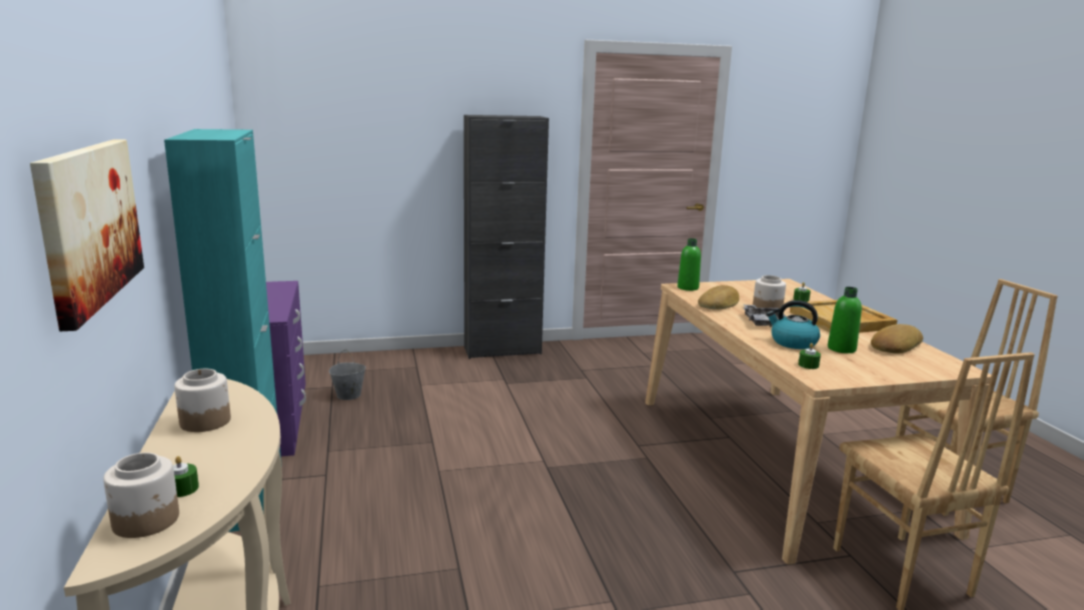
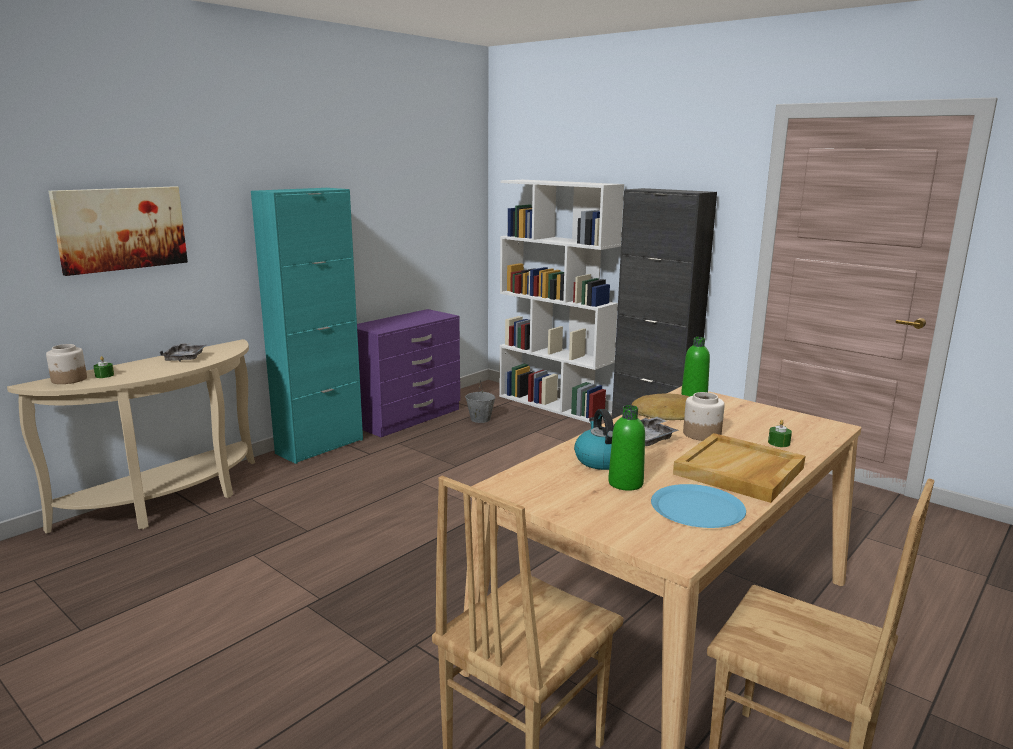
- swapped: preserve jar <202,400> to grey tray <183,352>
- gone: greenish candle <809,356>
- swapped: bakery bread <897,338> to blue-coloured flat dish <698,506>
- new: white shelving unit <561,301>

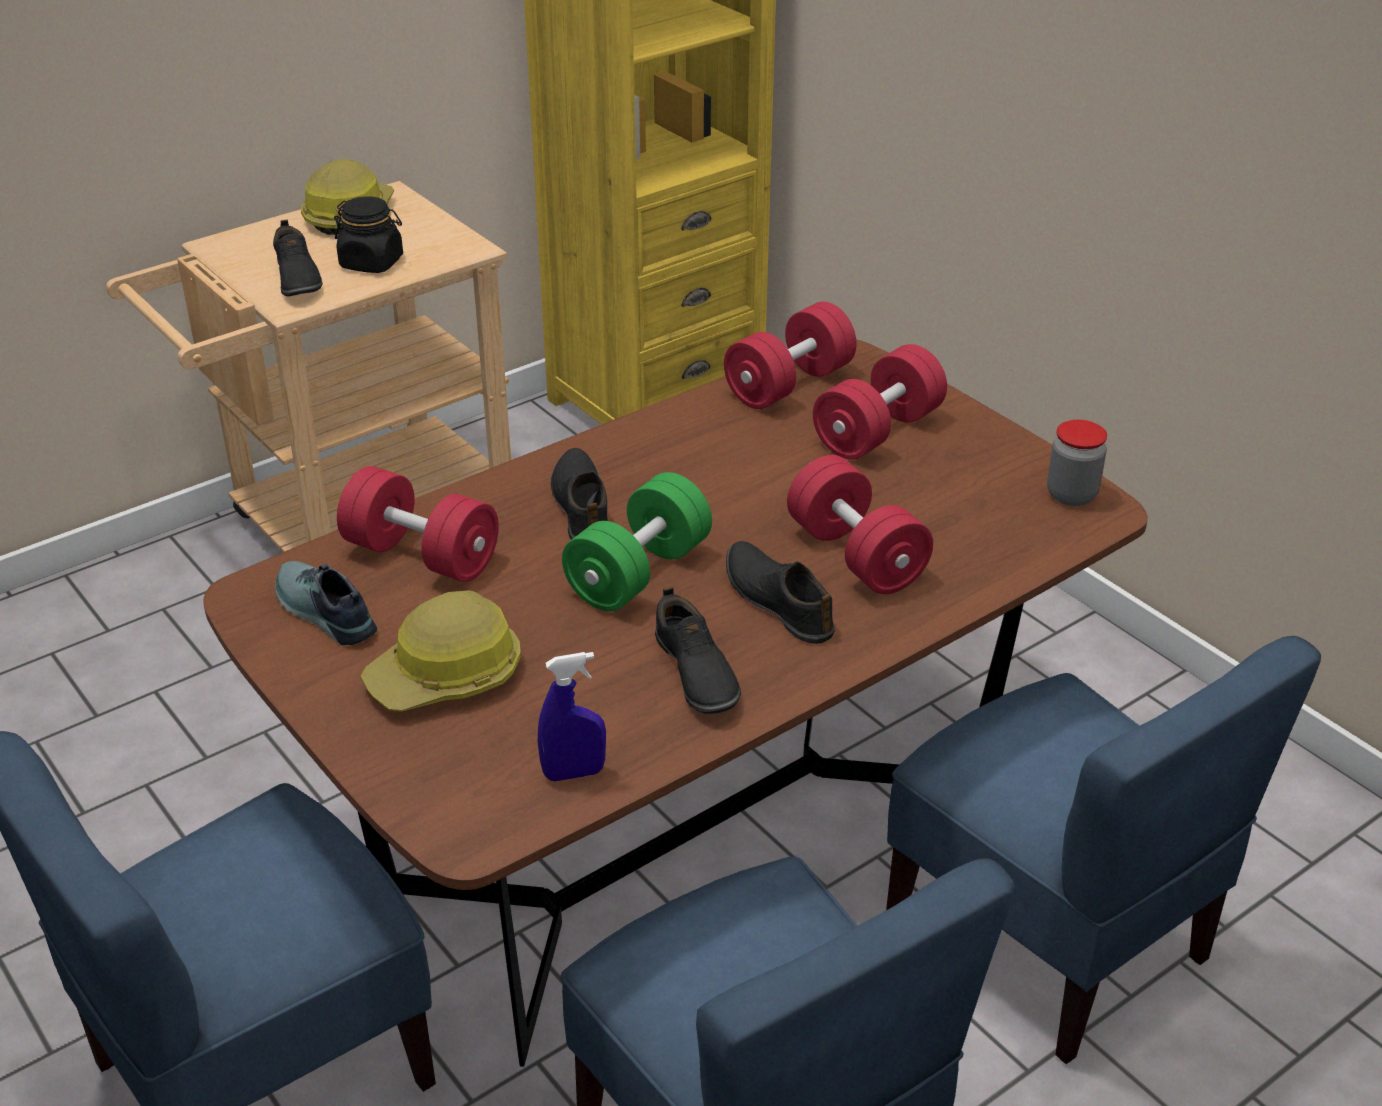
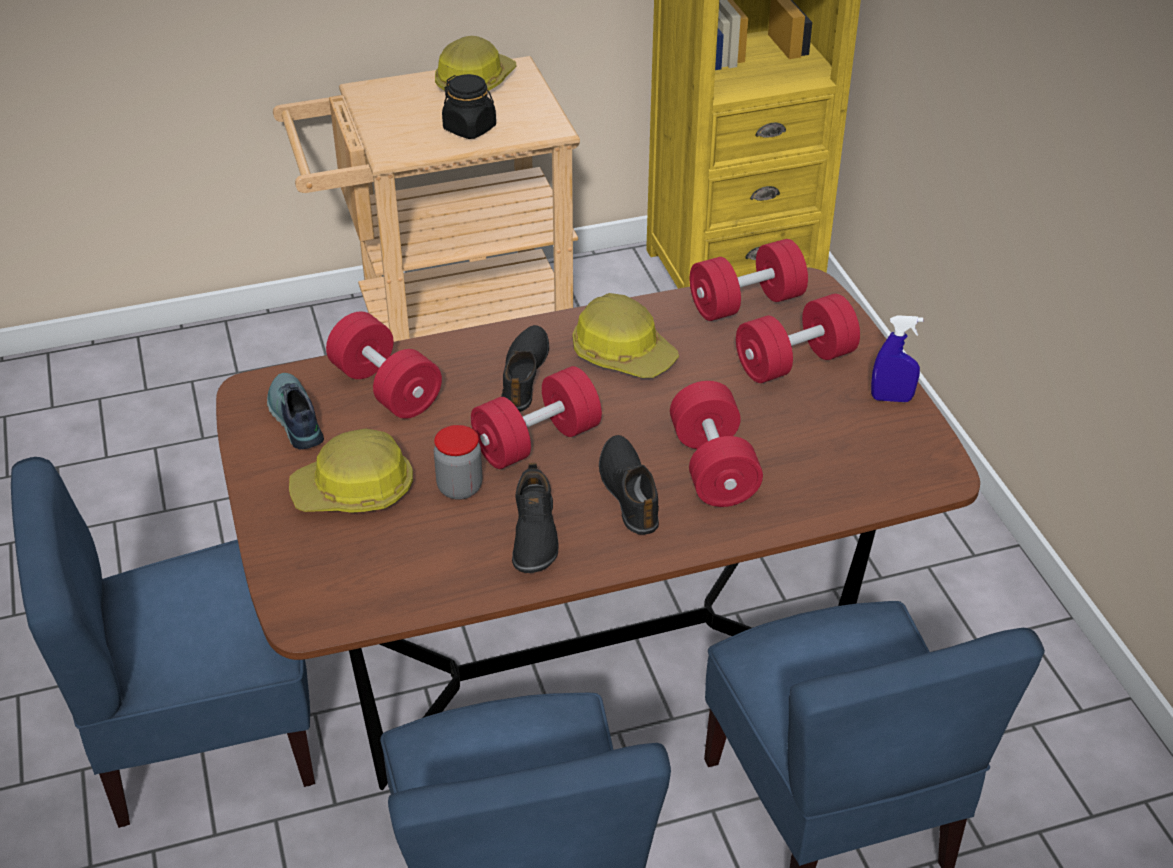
- gone: blackish low shoe <298,258>
- shifted: blue-coloured spray bottle <571,716> to <897,358>
- repainted: greenish dumbbell <637,541> to reddish dumbbell <536,417>
- shifted: preserve jar <1077,463> to <458,462>
- new: work helmet <626,335>

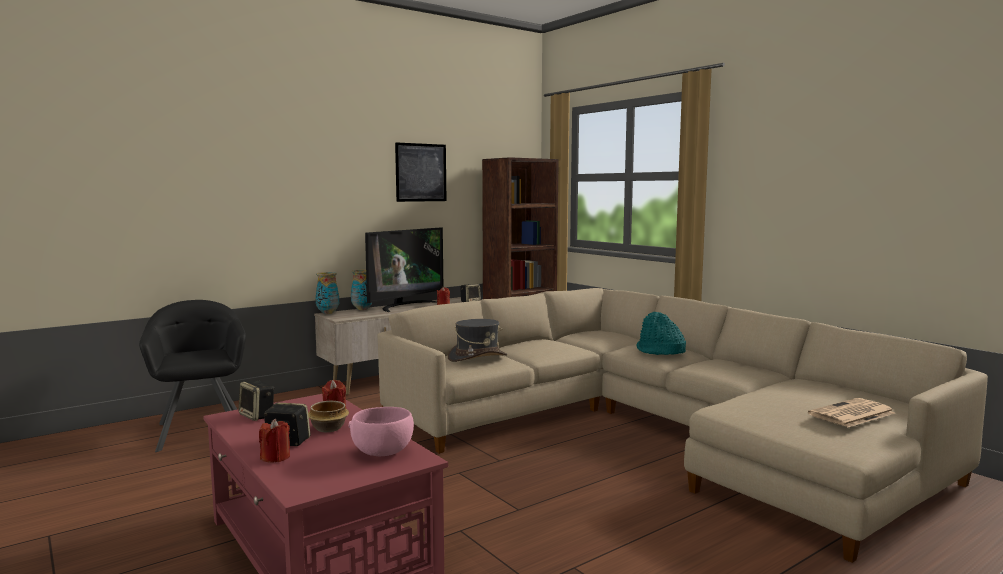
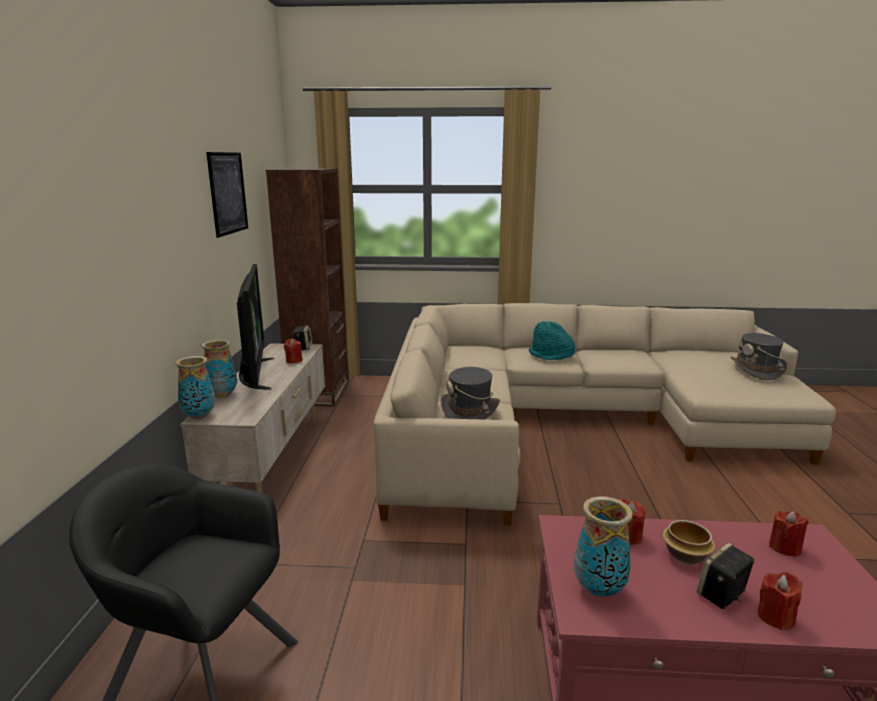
- swapped: speaker <256,401> to flower vase <603,547>
- swapped: pinkish bowl <381,431> to reddish candle <789,534>
- swapped: daily paper <851,412> to grey hat <759,356>

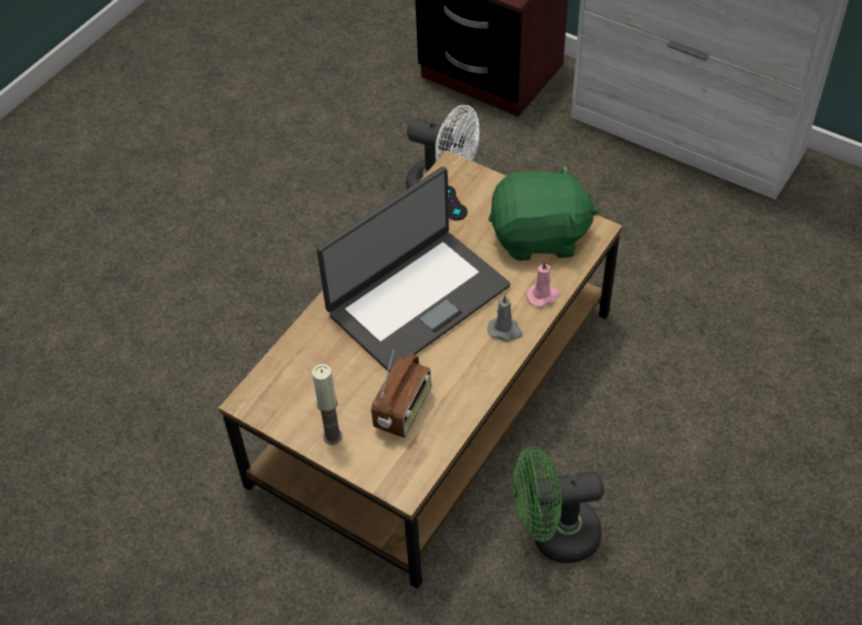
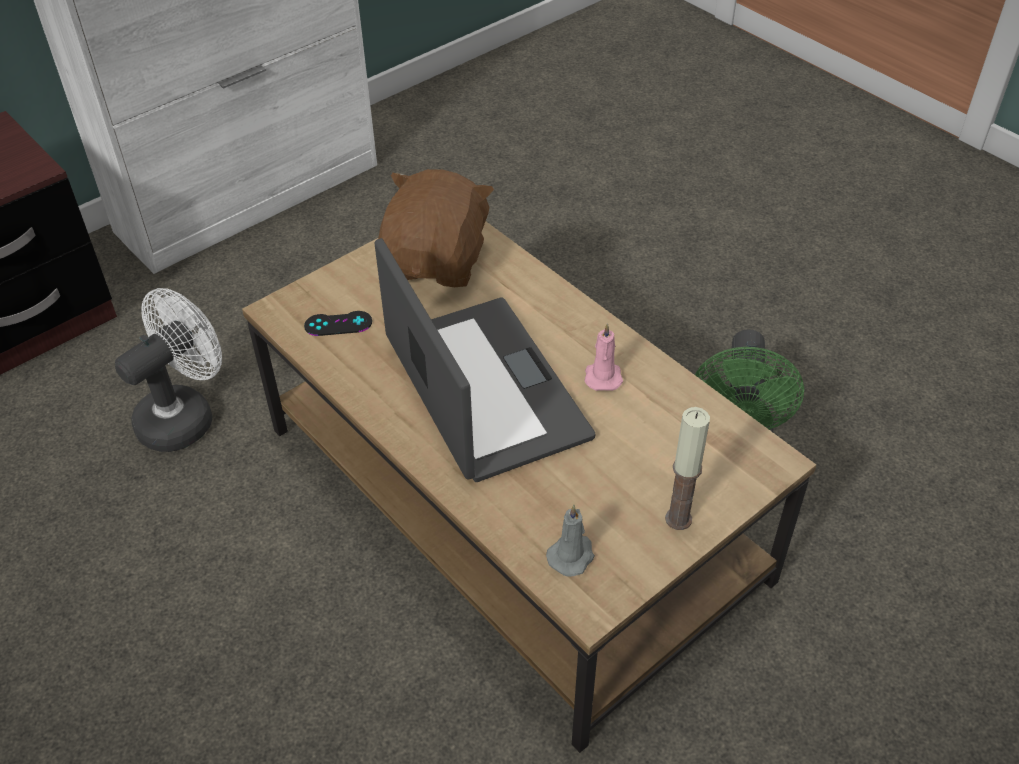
- gone: radio receiver <401,394>
- shifted: grey candle <504,317> to <570,541>
- repainted: greenish cuddly toy <543,212> to brownish cuddly toy <436,228>
- shifted: pinkish candle <543,284> to <604,357>

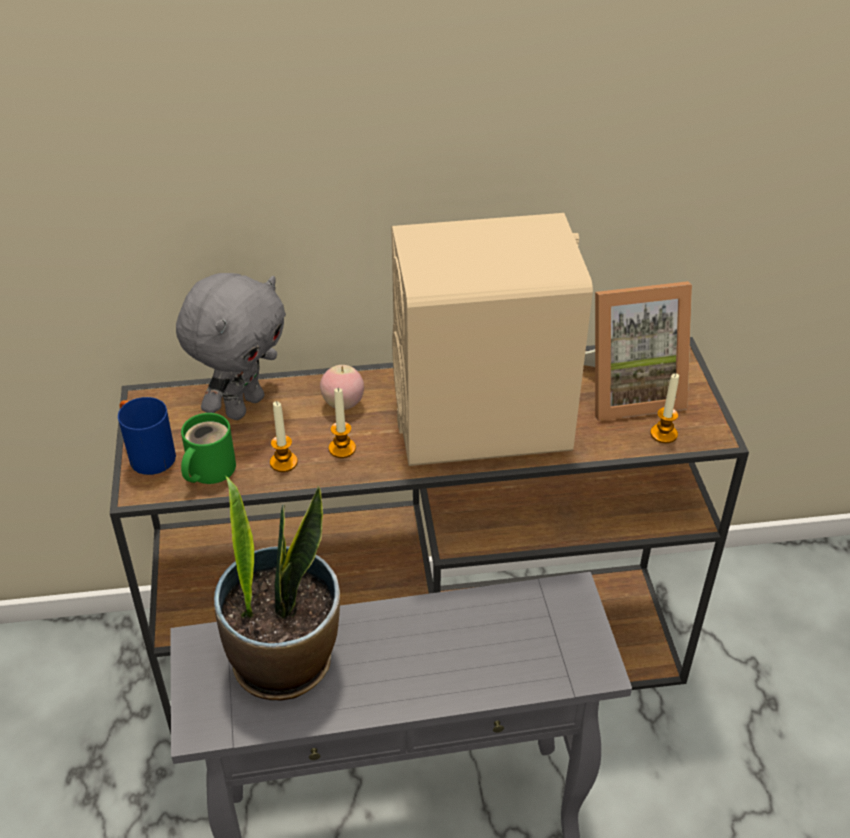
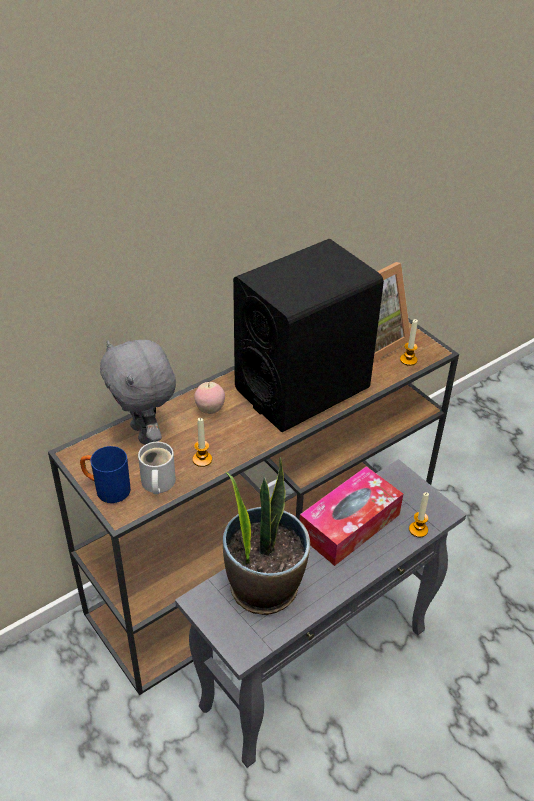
- rotated: grey cuddly toy <231,346> = <138,392> 150 degrees clockwise
- repainted: greenish mug <208,448> to white mug <157,468>
- shifted: candle <342,423> to <419,514>
- repainted: beige-coloured speaker <492,339> to blackish speaker <308,335>
- new: tissue box <351,516>

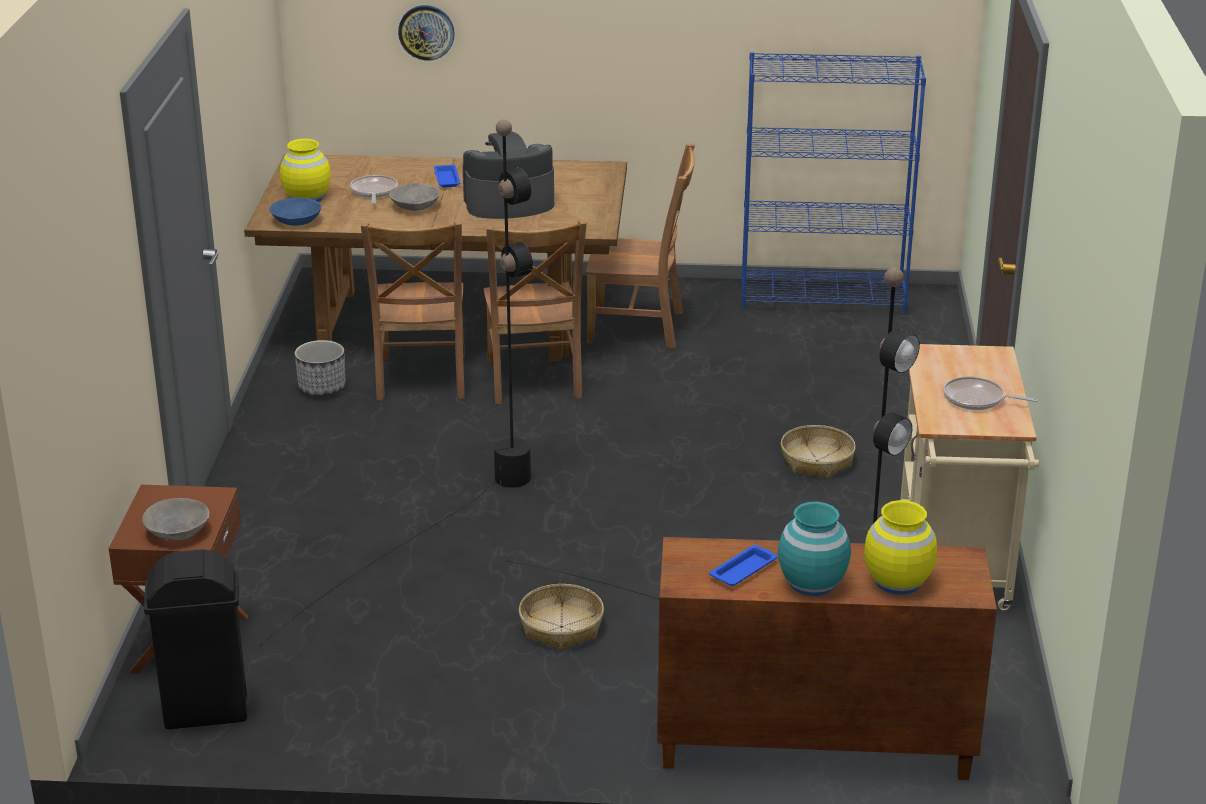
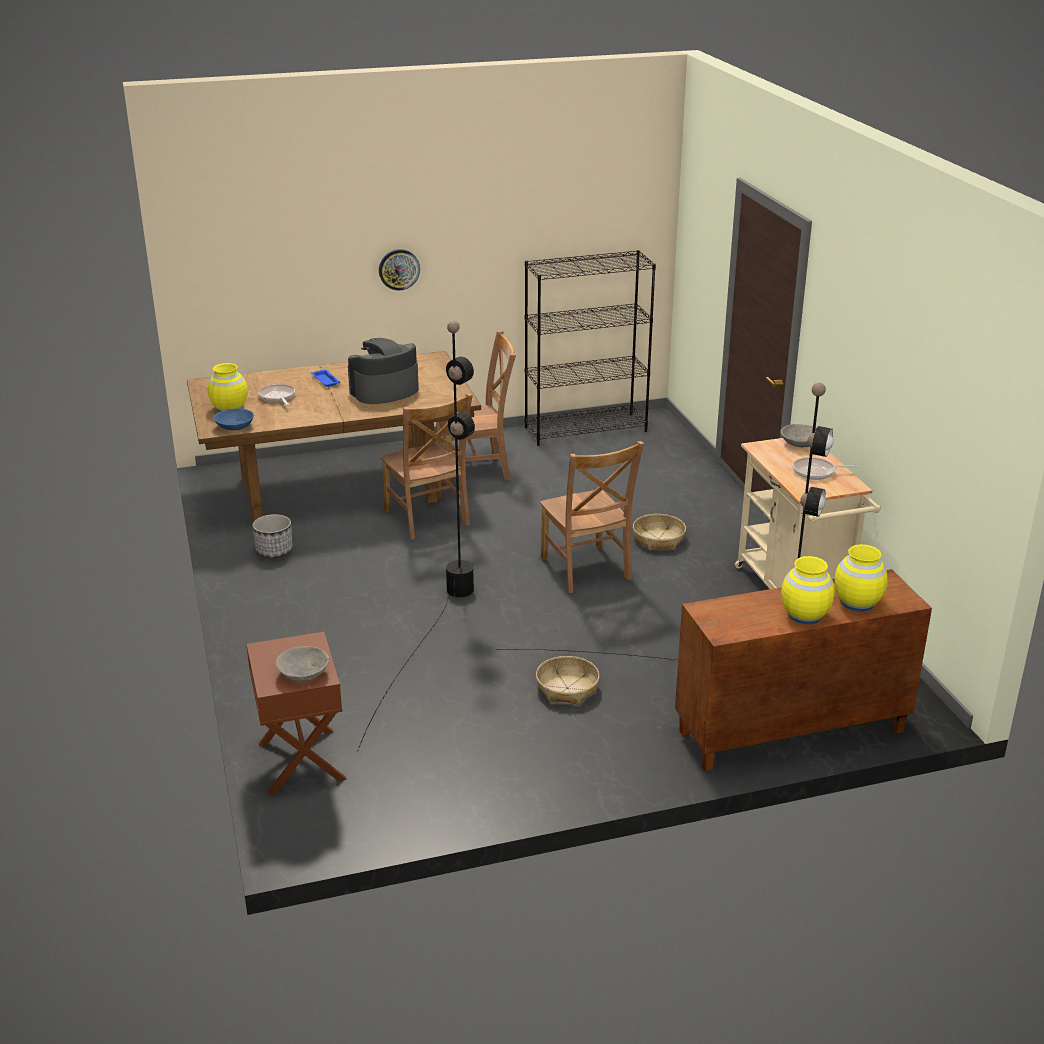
- gone: blackish rubbish bin <195,639>
- shifted: brownish chair <413,311> to <592,517>
- shifted: grey bowl <414,197> to <798,435>
- shifted: clock on the wall <426,33> to <399,270>
- gone: blue-coloured tray <743,565>
- repainted: blue-coloured shelving unit <833,183> to blackish shelving unit <590,348>
- repainted: turquoise flower vase <814,549> to yellow-coloured flower vase <808,590>

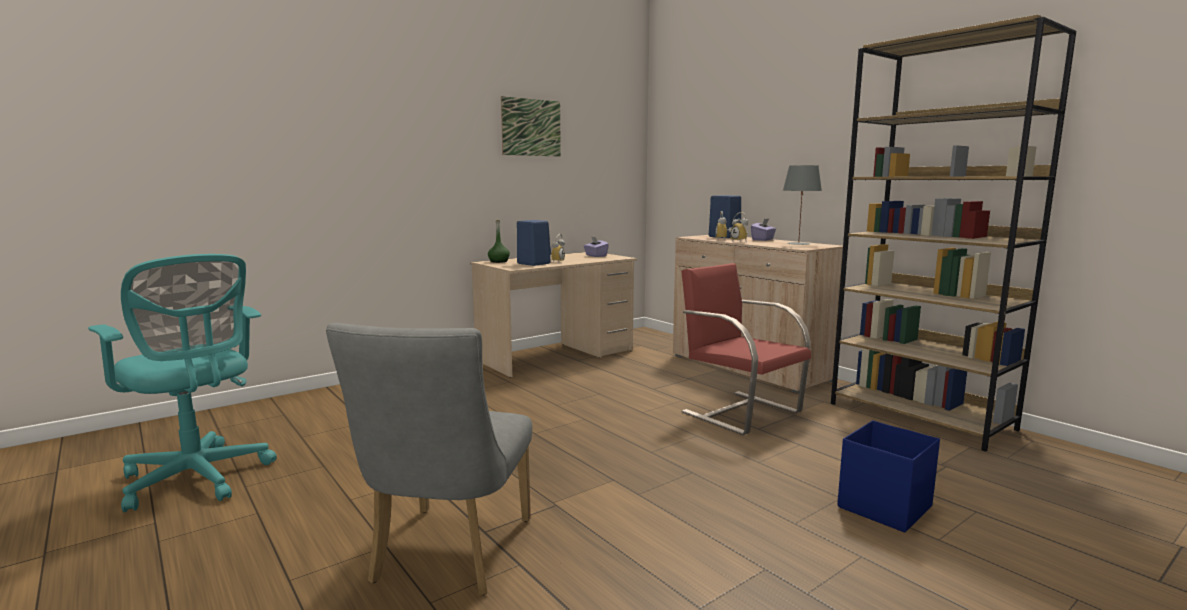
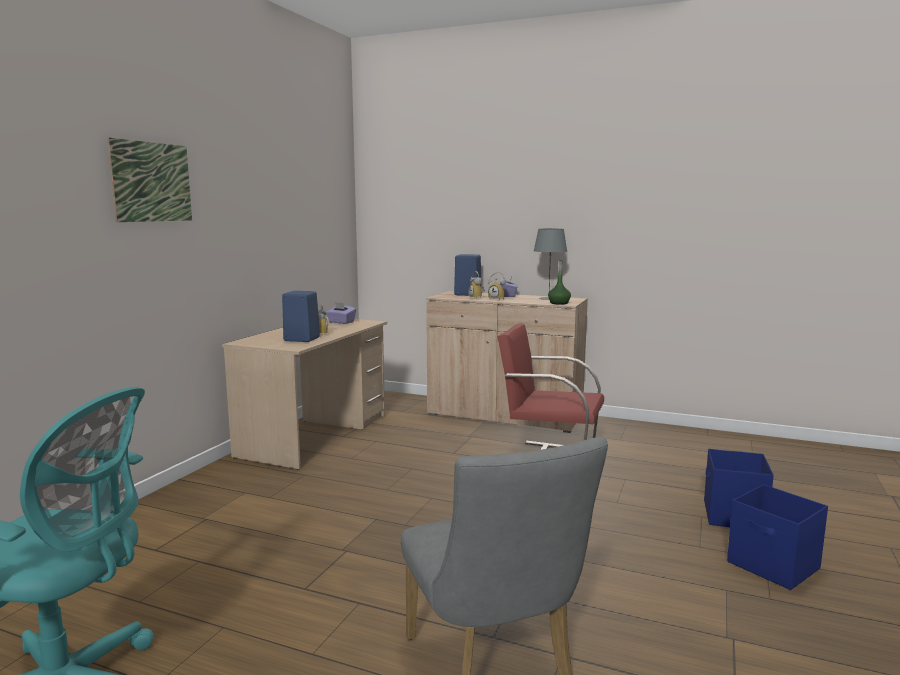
- shifted: greenish bottle <499,241> to <559,282>
- shifted: picture <531,126> to <149,180>
- gone: brownish shelving unit <953,233>
- new: blue-coloured storage container <777,537>

